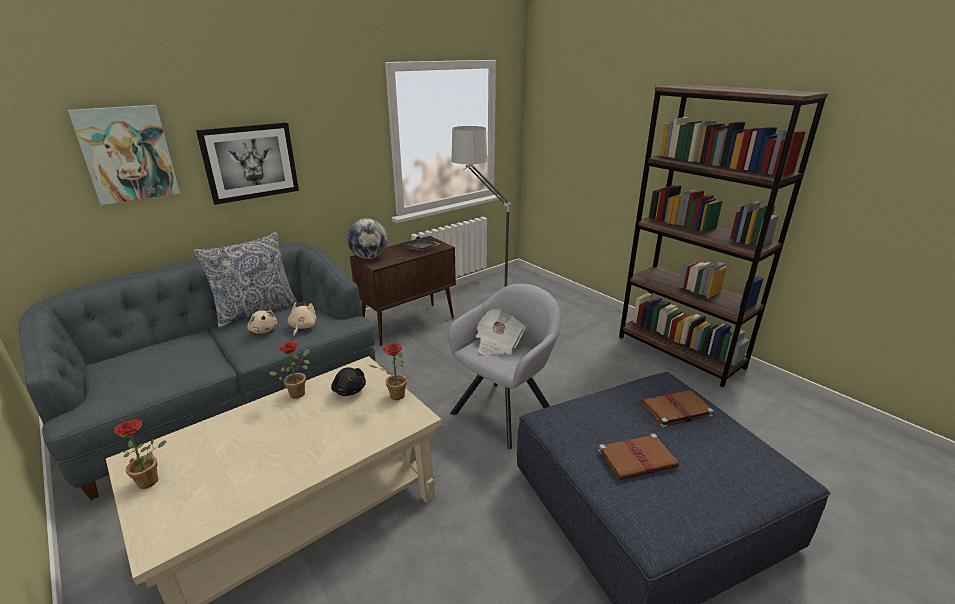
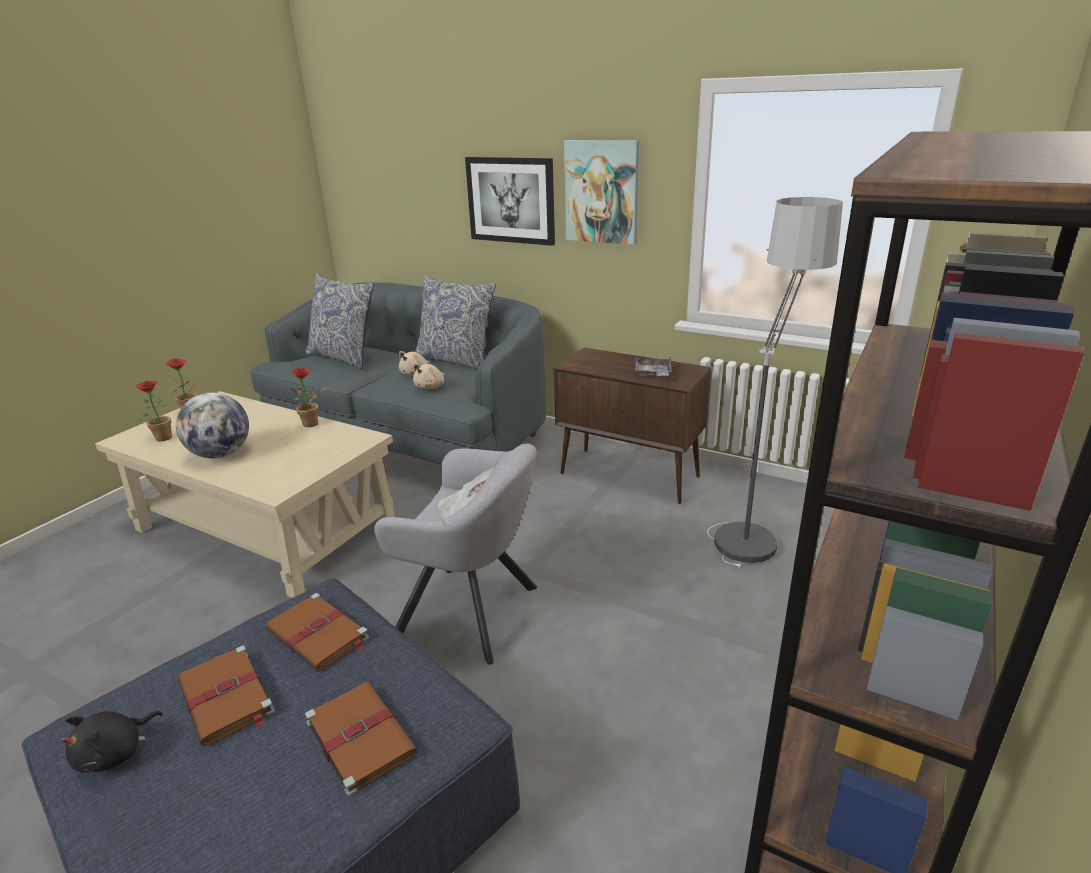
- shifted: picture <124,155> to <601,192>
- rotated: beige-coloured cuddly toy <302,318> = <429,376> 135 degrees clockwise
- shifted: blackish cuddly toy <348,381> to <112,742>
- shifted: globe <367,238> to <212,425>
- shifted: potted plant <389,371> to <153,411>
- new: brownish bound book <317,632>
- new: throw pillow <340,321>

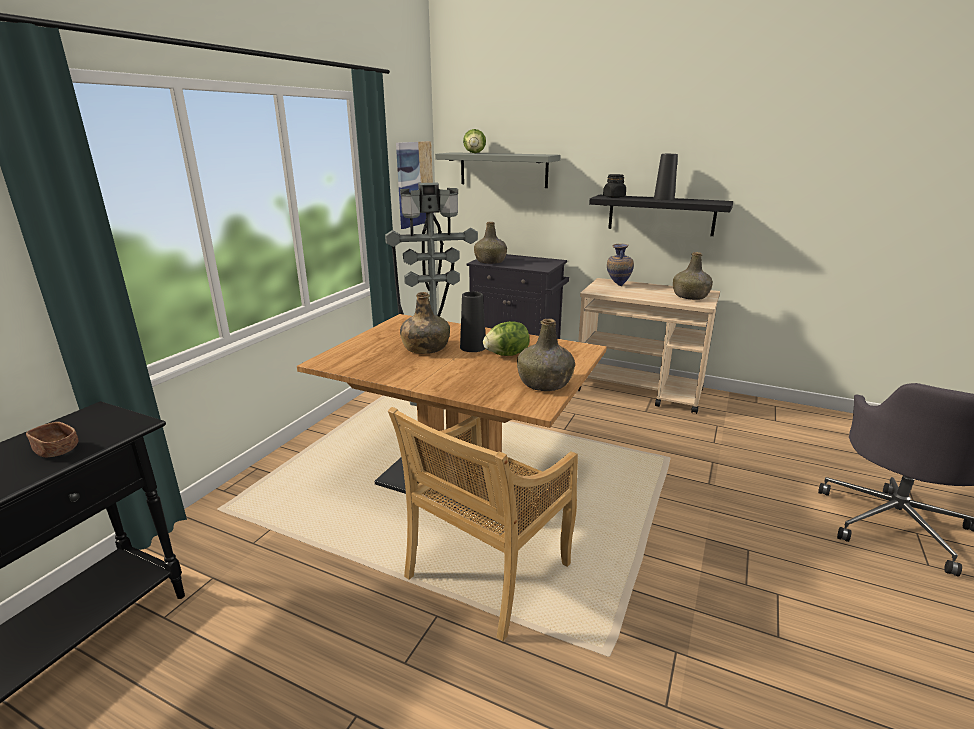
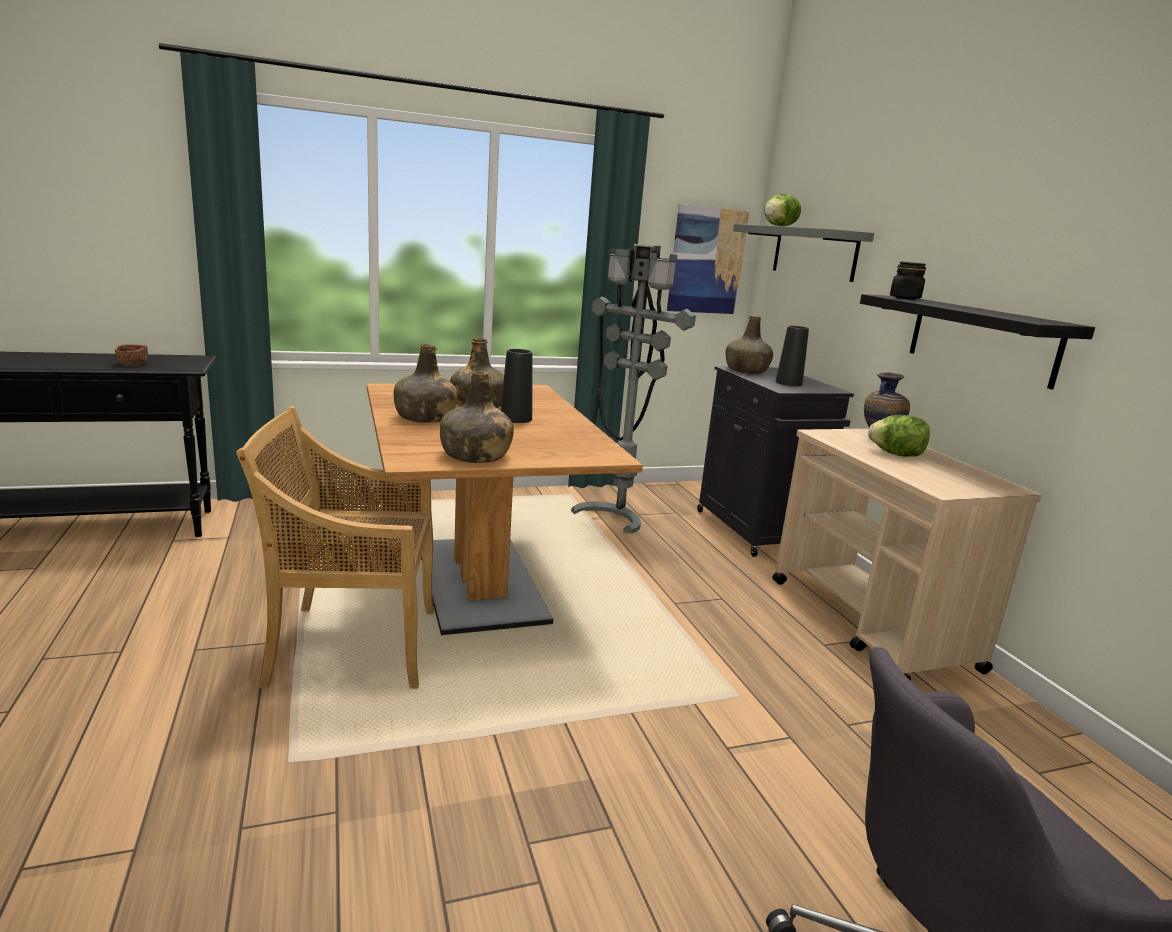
- shifted: lettuce <506,338> to <899,436>
- shifted: blackish flower vase <666,177> to <792,356>
- shifted: greenish bottle <693,276> to <426,383>

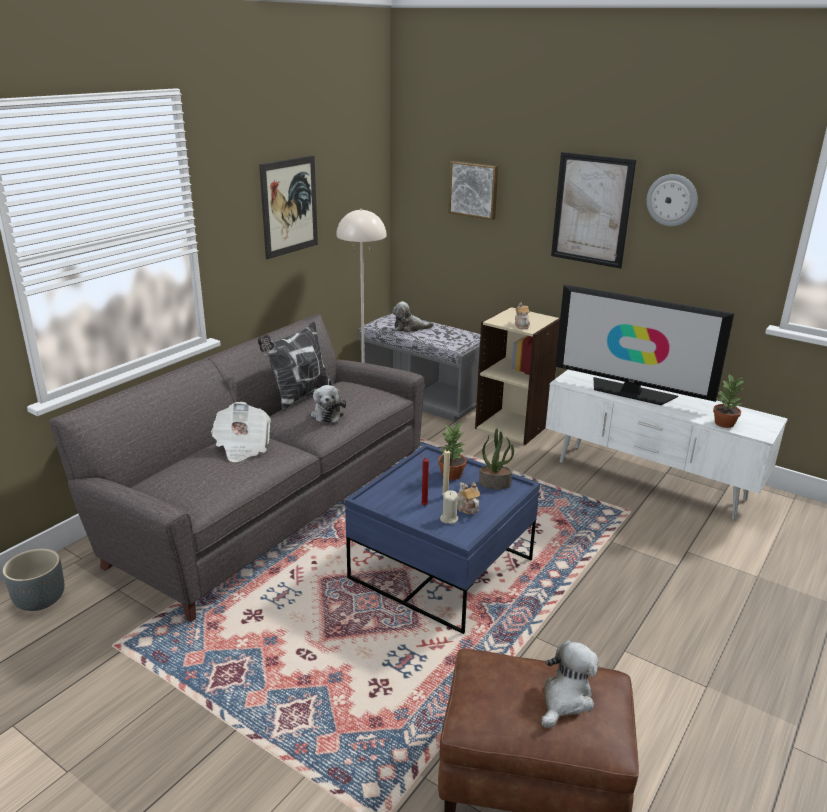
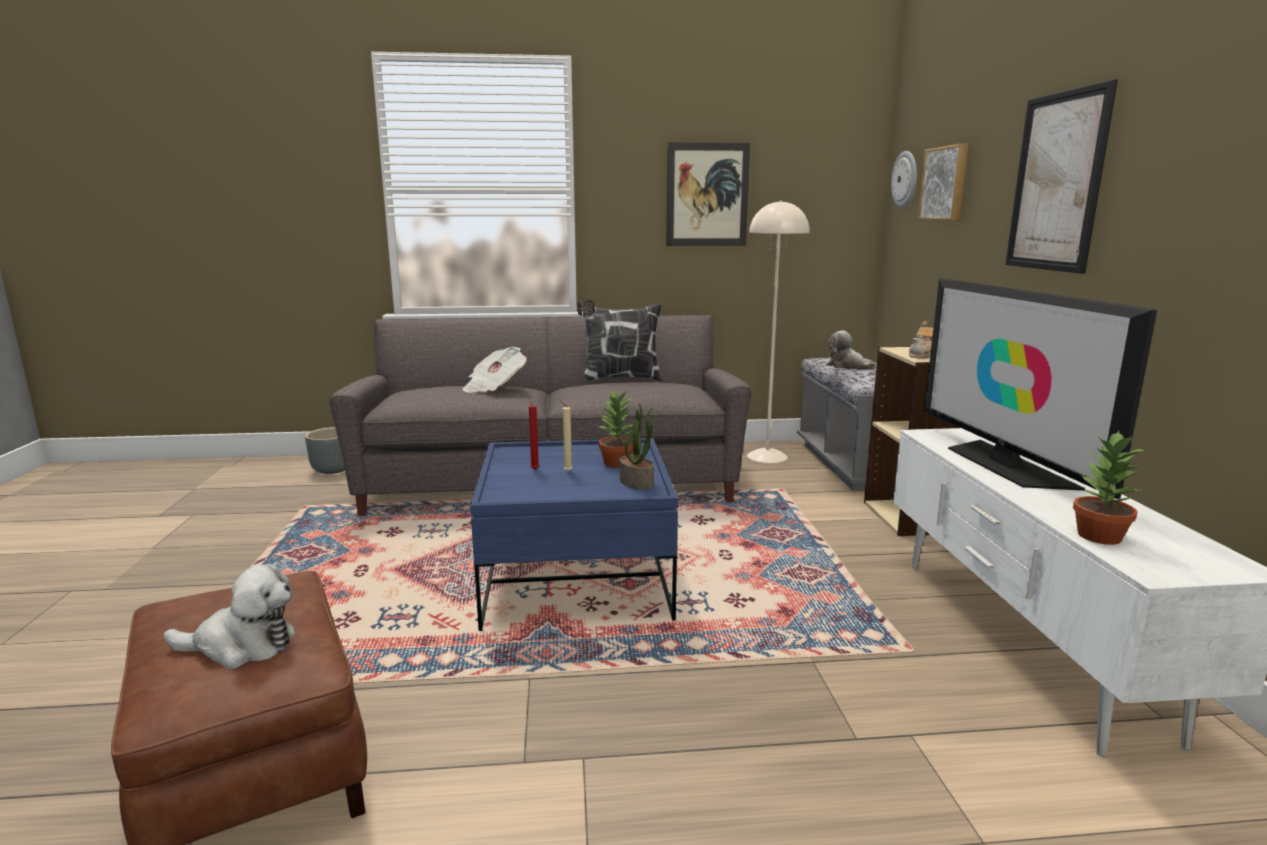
- gone: cuddly toy <328,404>
- gone: beige-coloured candle <449,507>
- gone: pot for tea <469,498>
- shifted: clock on the wall <672,200> to <904,179>

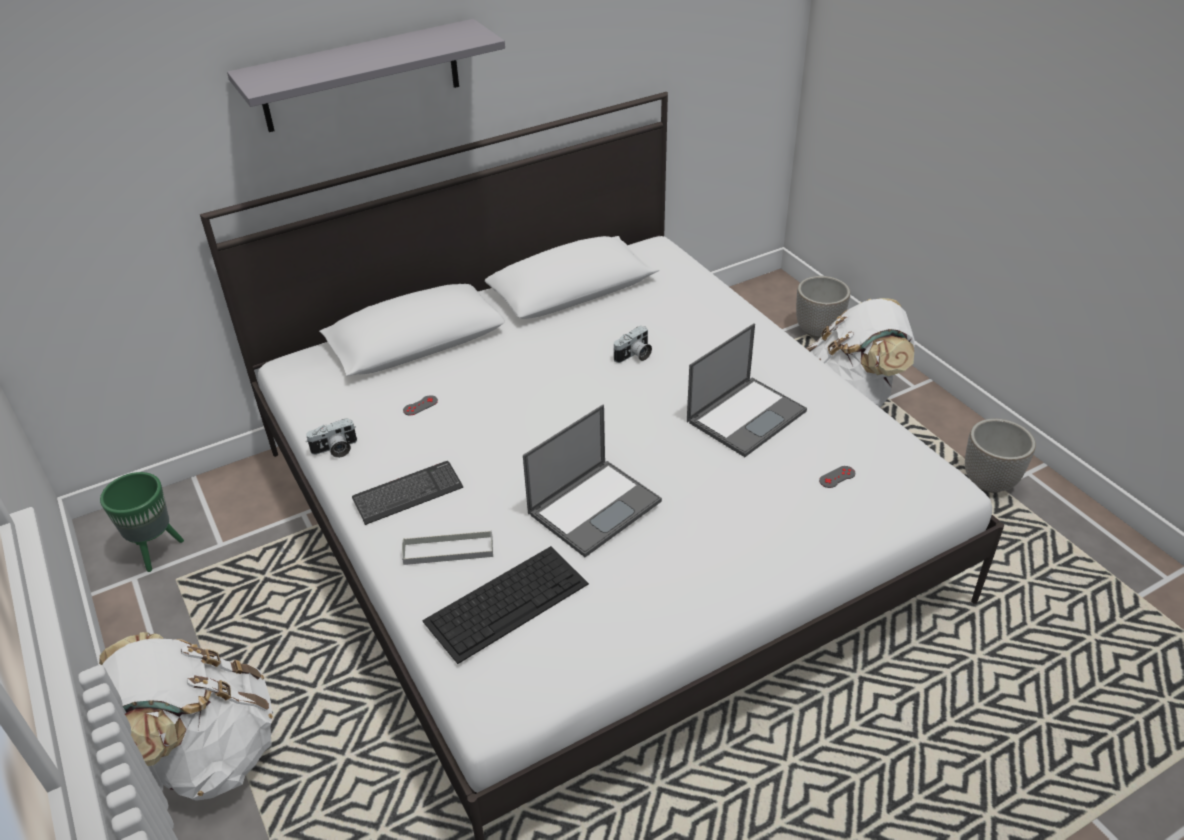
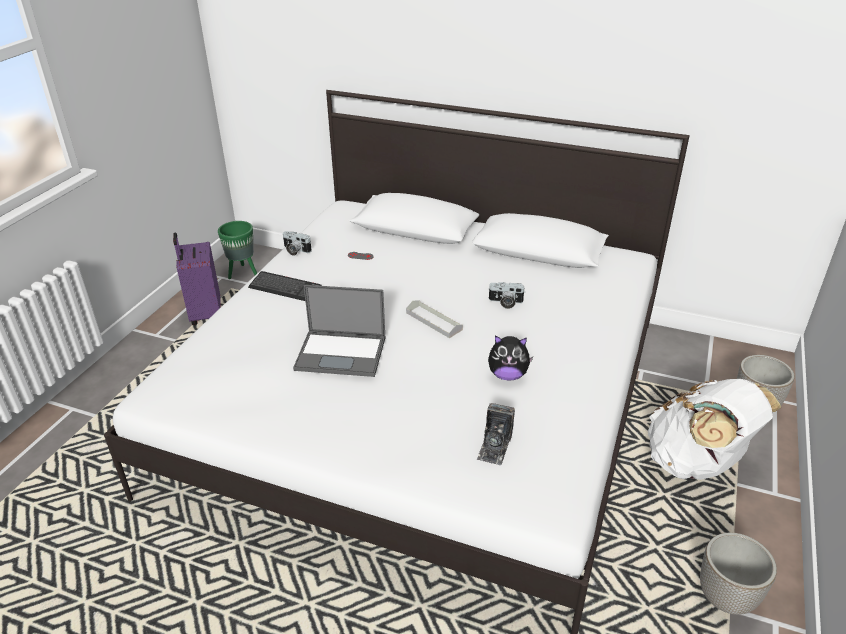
- gone: white knapsack <186,716>
- gone: grey wall shelf <366,75>
- shifted: grey tray <447,547> to <434,319>
- gone: computer keyboard <505,605>
- swapped: notebook computer <747,390> to cuddly toy <510,357>
- swapped: grey gamepad <837,477> to still camera <496,434>
- new: purple-coloured travel case <197,279>

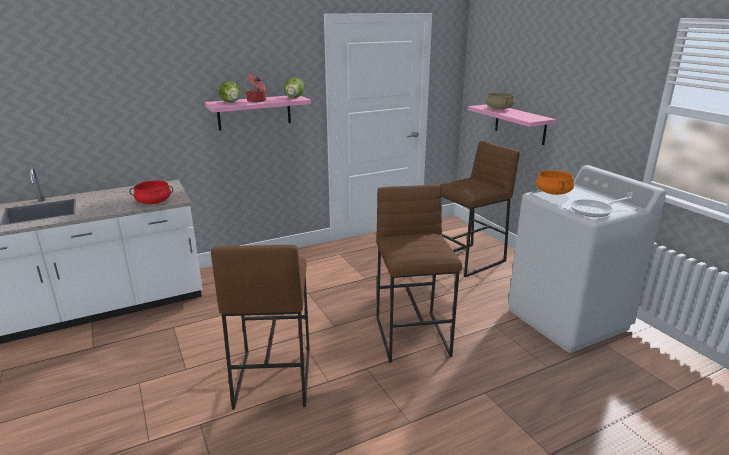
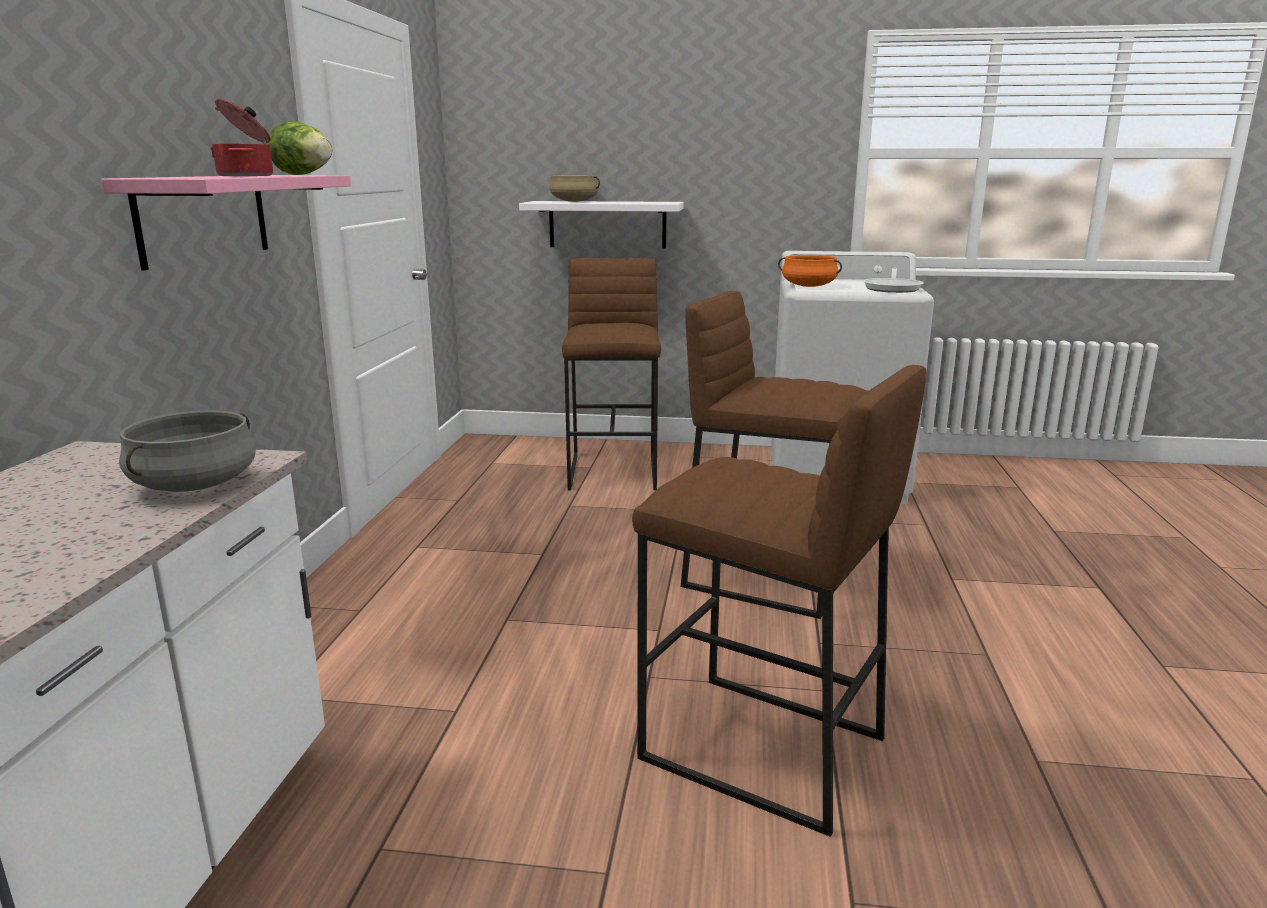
- repainted: reddish stockpot <151,192> to grey stockpot <187,451>
- gone: lettuce <229,92>
- repainted: pinkish wall shelf <512,124> to white wall shelf <601,225>

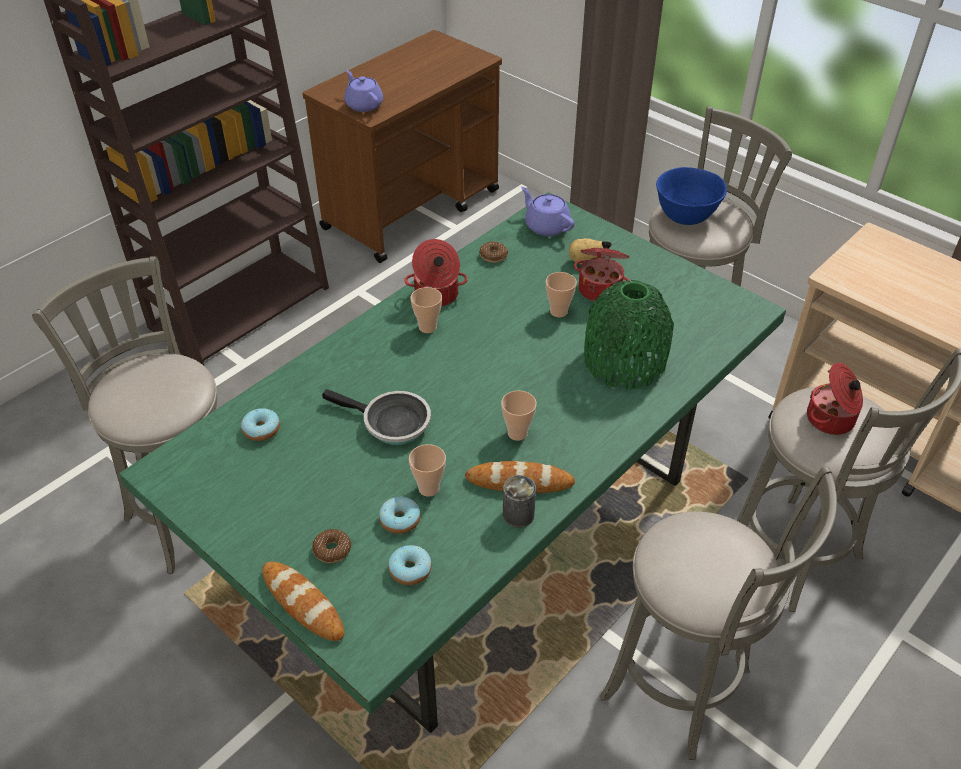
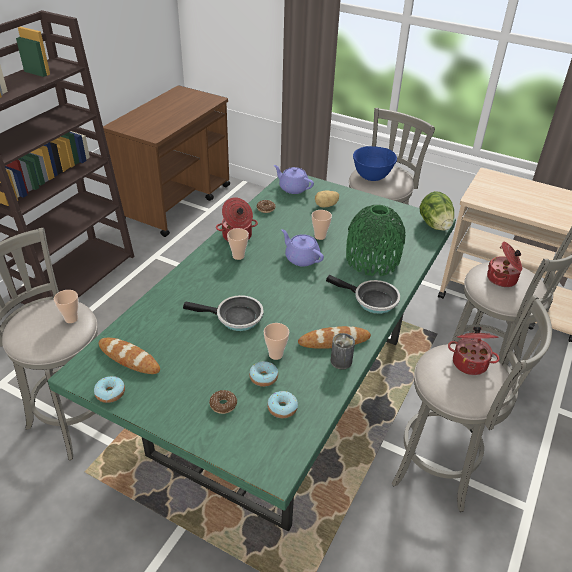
- shifted: doughnut <260,424> to <109,389>
- shifted: bakery bread <303,601> to <129,356>
- shifted: purple-coloured pot for tea <363,91> to <303,248>
- shifted: cup <519,415> to <66,306>
- shifted: stockpot <601,271> to <474,351>
- new: frying pan <363,294>
- new: lettuce <437,210>

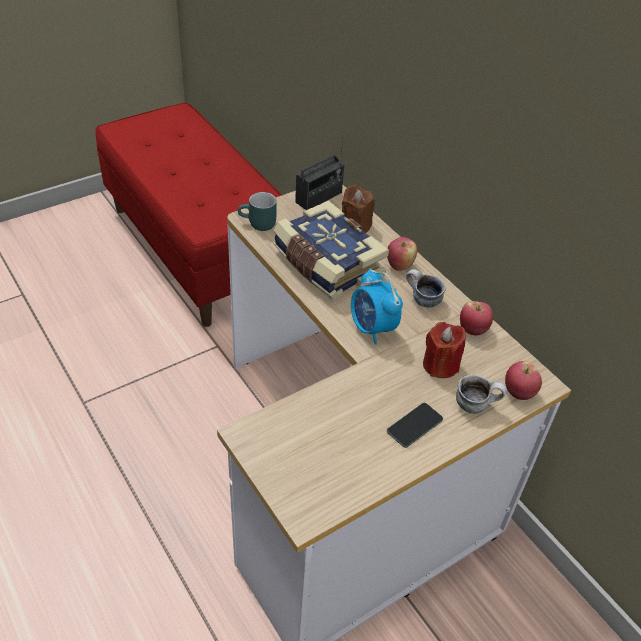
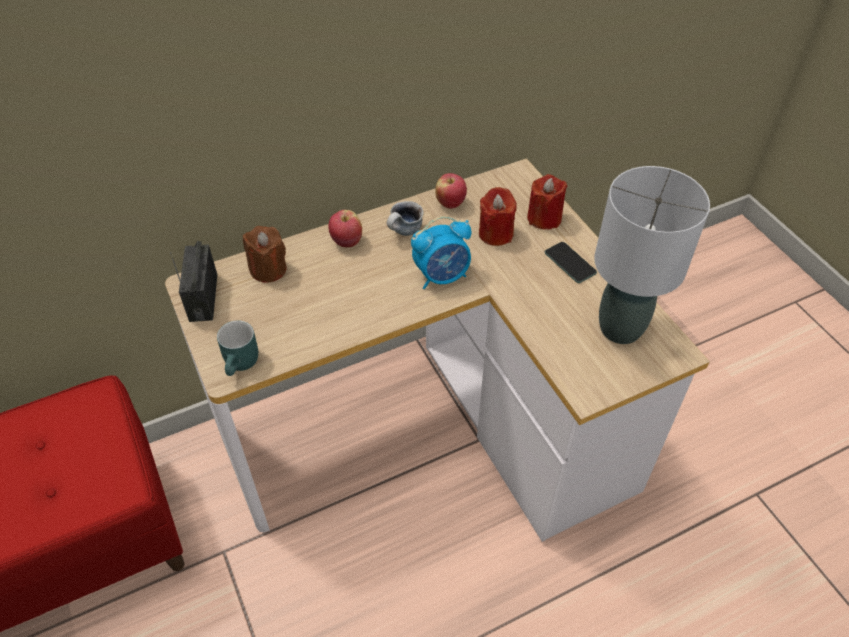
- gone: bound book <331,251>
- rotated: radio receiver <319,173> = <193,281> 150 degrees counterclockwise
- swapped: mug <481,394> to reddish candle <547,202>
- gone: apple fruit <523,380>
- new: grey tabletop lamp <652,255>

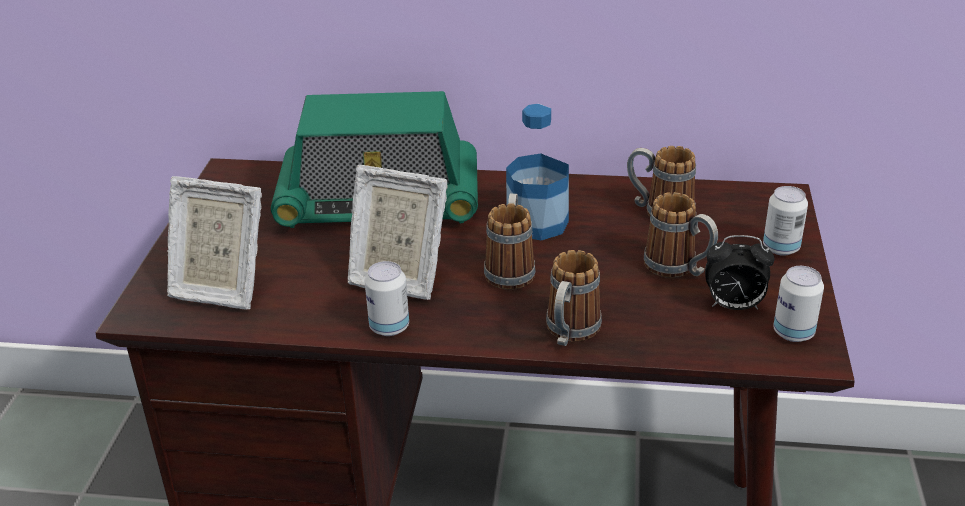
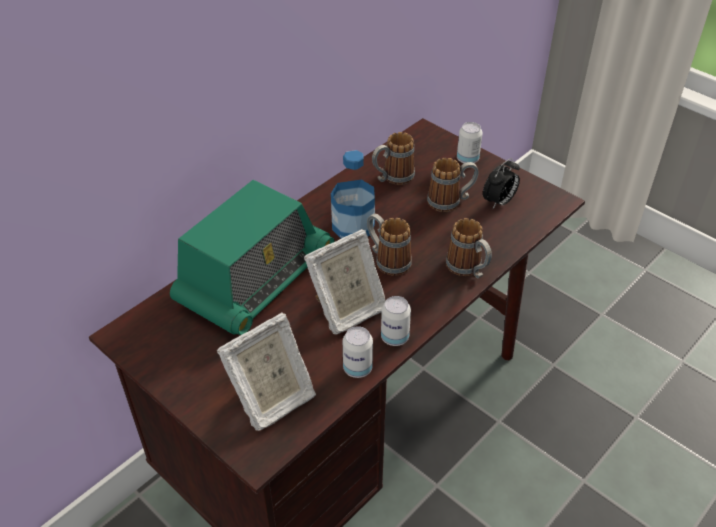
- shifted: sealed can <798,304> to <358,352>

